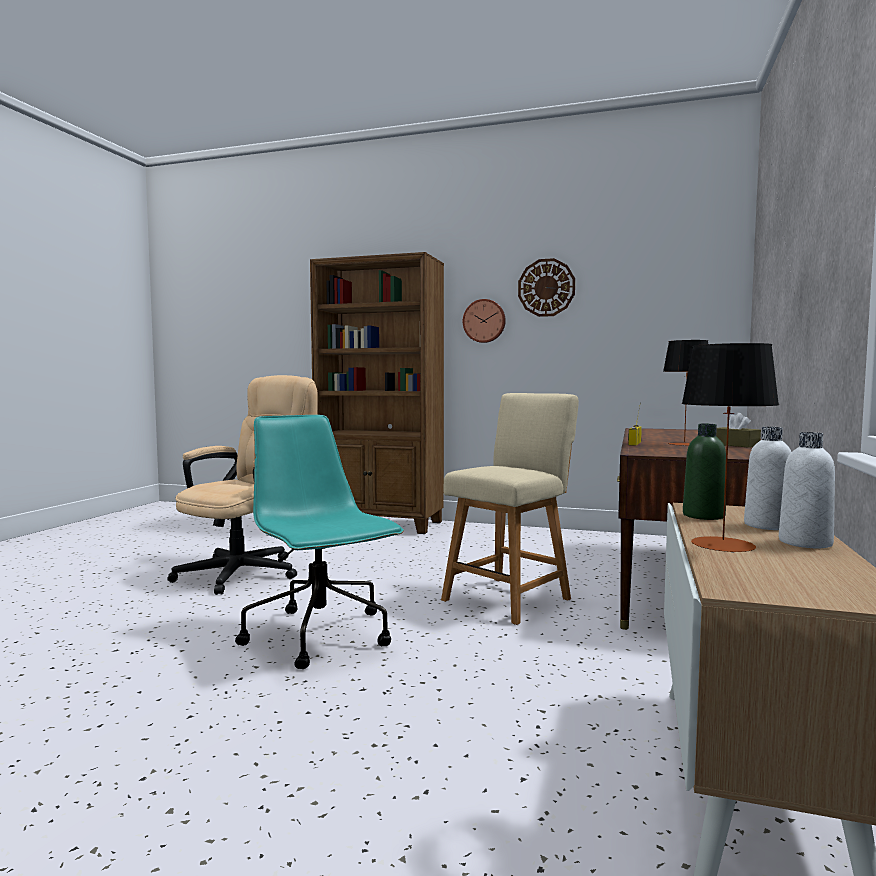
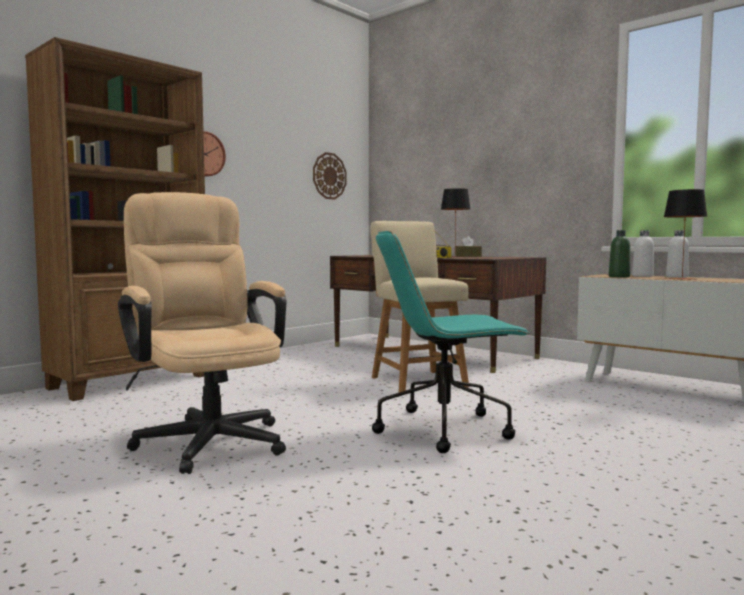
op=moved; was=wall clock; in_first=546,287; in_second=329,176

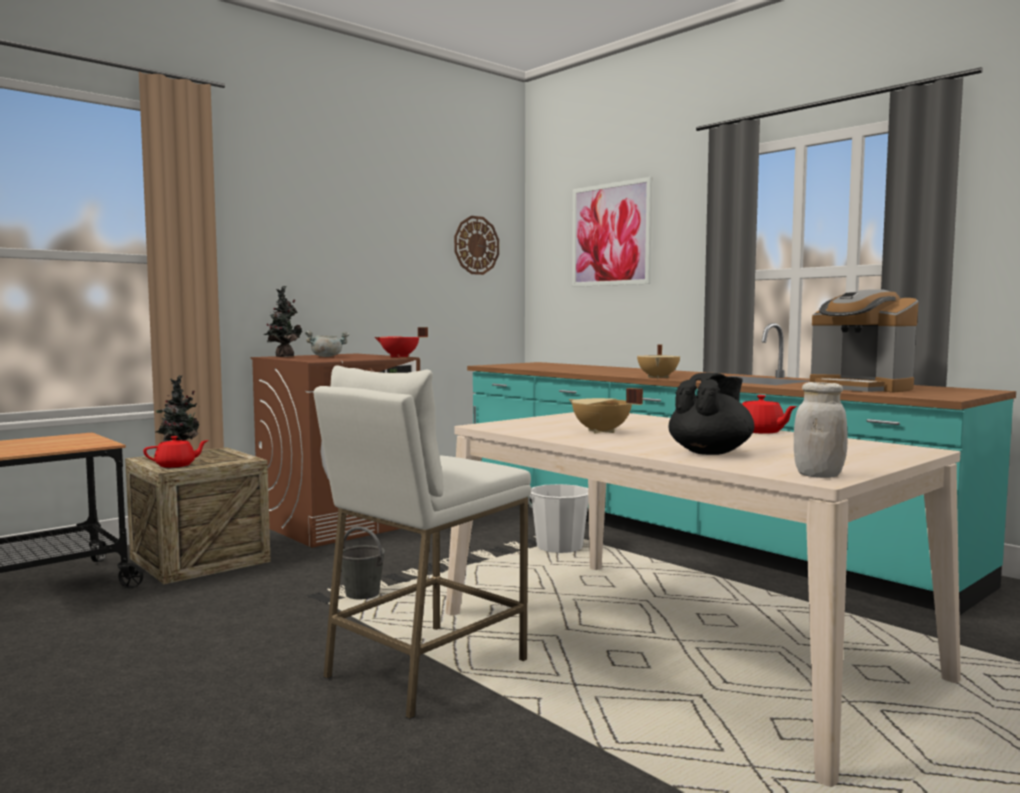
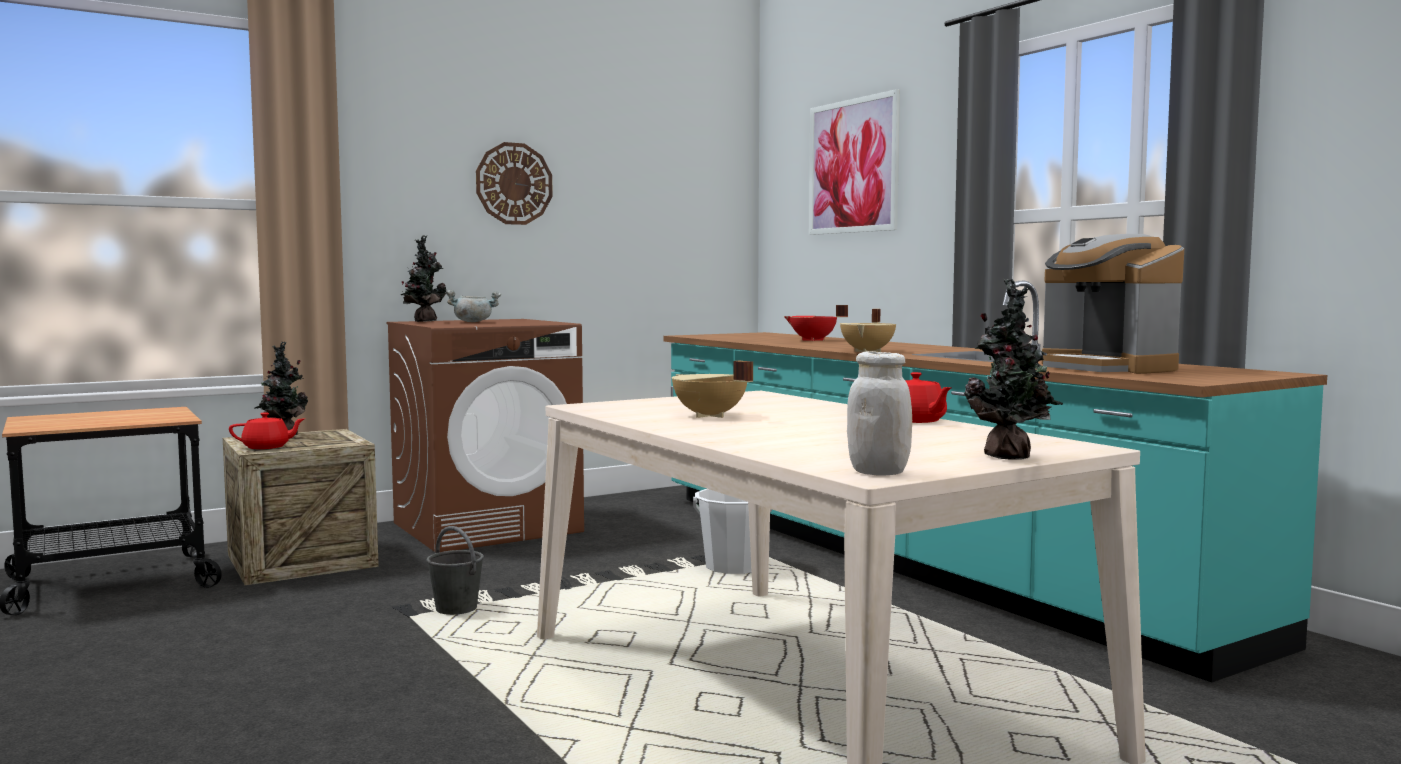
op=removed; was=stool (white); in_first=425,669
op=removed; was=teapot (black); in_first=711,452
op=added; now=potted plant; in_second=1011,457
op=moved; was=cooking pot (red); in_first=399,357; in_second=813,340
op=moved; was=wall clock; in_first=476,245; in_second=514,183

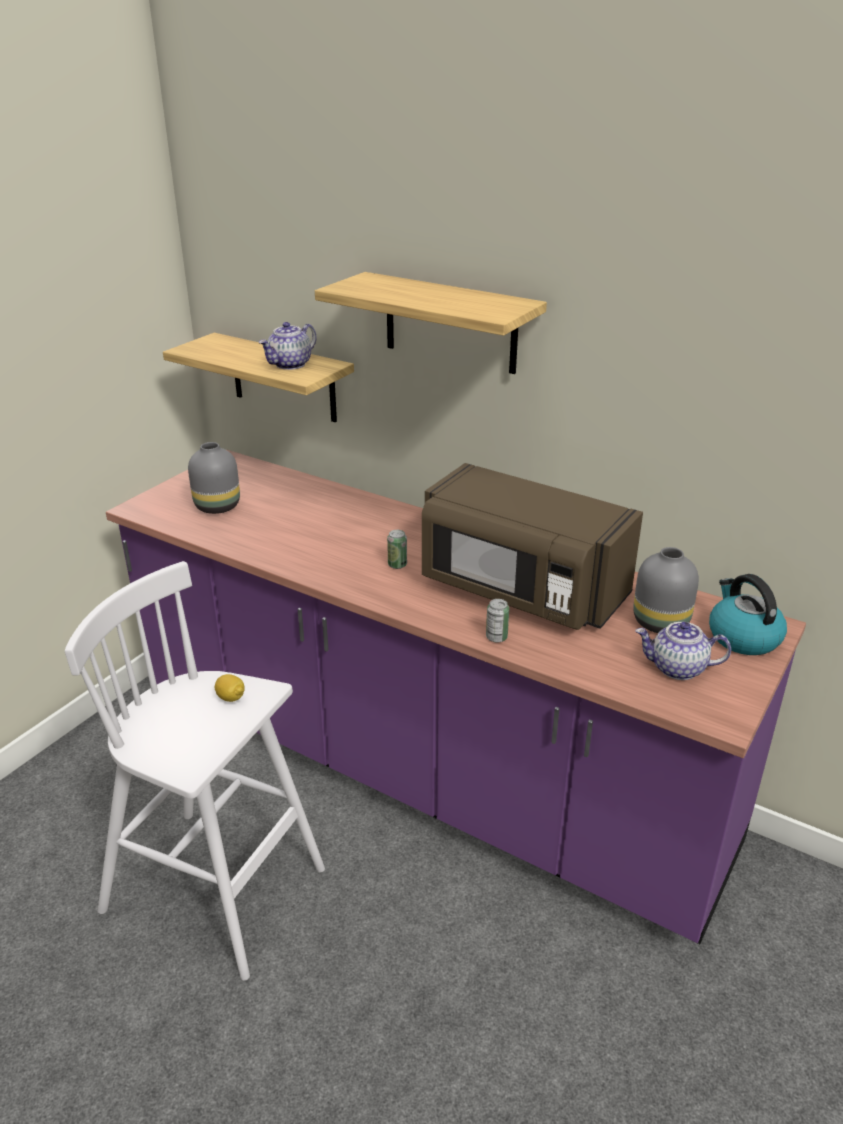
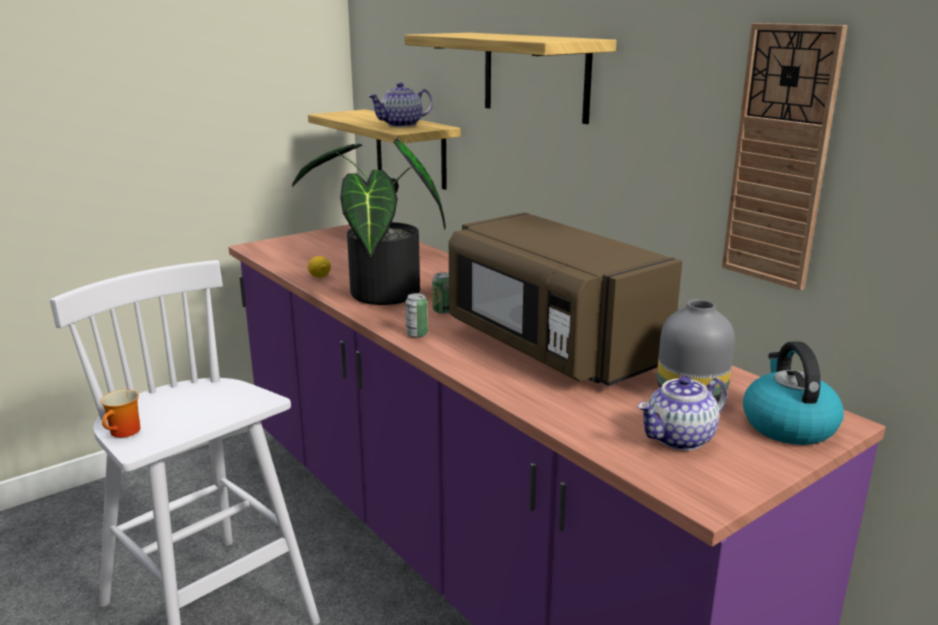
op=removed; was=vase (grey); in_first=218,506
op=added; now=mug; in_second=125,432
op=added; now=potted plant; in_second=379,296
op=added; now=wall clock; in_second=780,157
op=moved; was=lemon; in_first=231,697; in_second=319,276
op=moved; was=can; in_first=496,637; in_second=417,334
op=turned; was=teapot; in_first=677,668; in_second=679,439; clockwise=-60

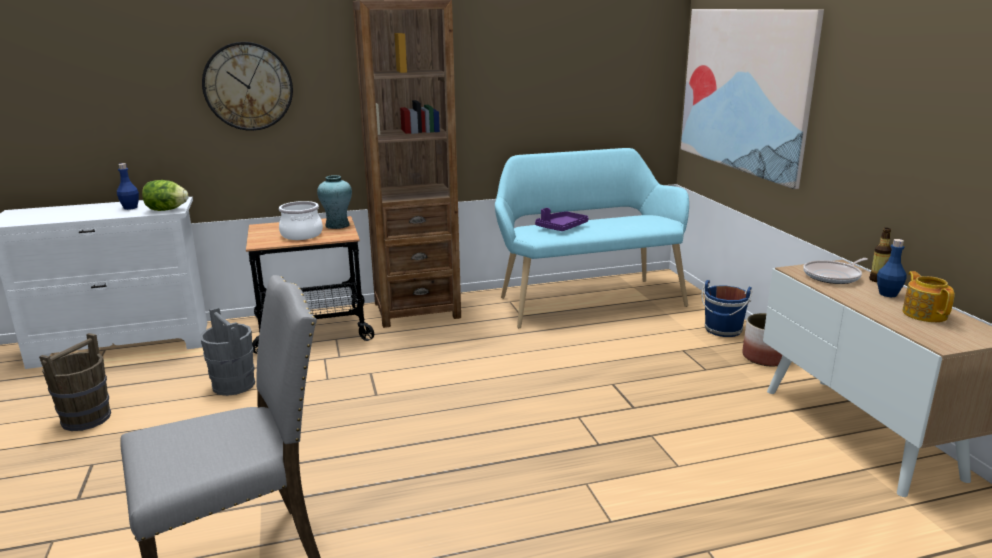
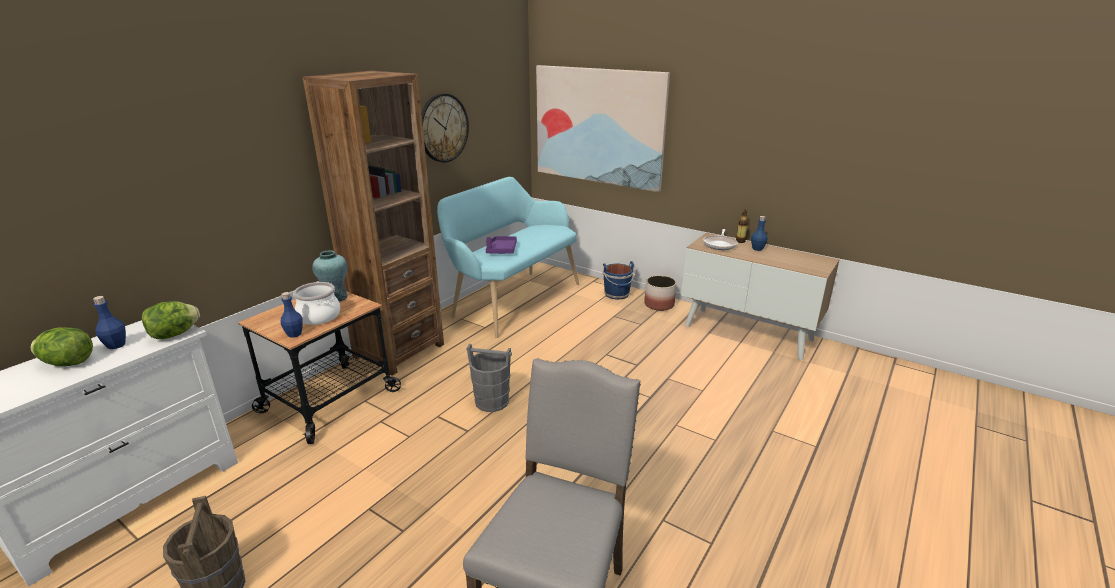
op=removed; was=teapot; in_first=924,314
op=added; now=lettuce; in_second=68,363
op=added; now=bottle (blue); in_second=294,334
op=moved; was=bucket (grey); in_first=233,385; in_second=491,401
op=moved; was=wall clock; in_first=248,86; in_second=443,128

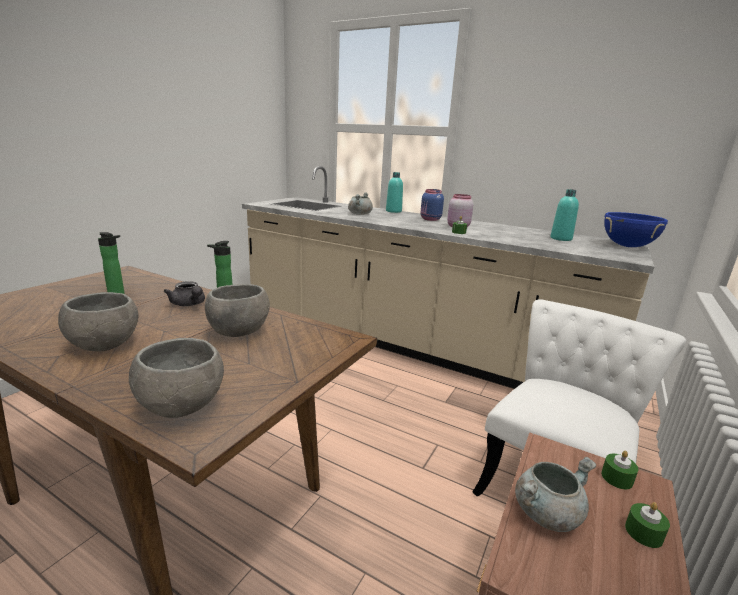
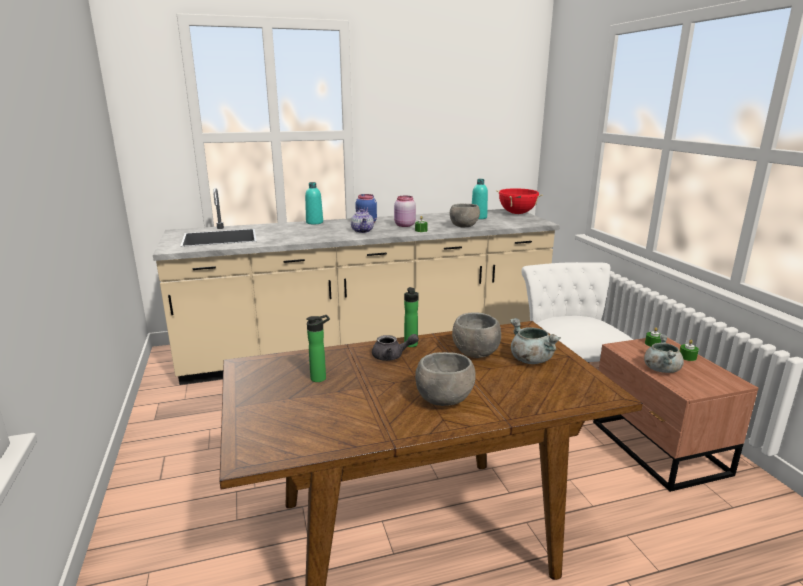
op=added; now=teapot; in_second=362,231
op=moved; was=bowl (grey); in_first=181,406; in_second=463,226
op=moved; was=cooking pot (grey); in_first=359,214; in_second=530,359
op=recoloured; was=cooking pot (blue); now=cooking pot (red); in_first=627,246; in_second=517,213

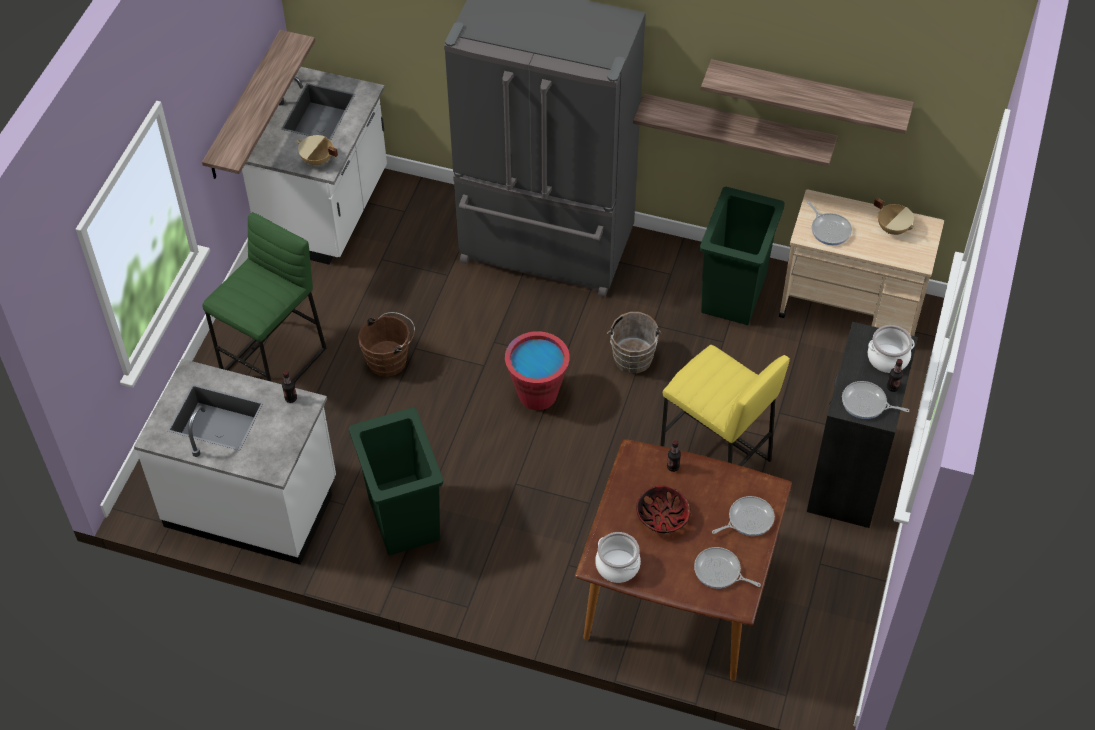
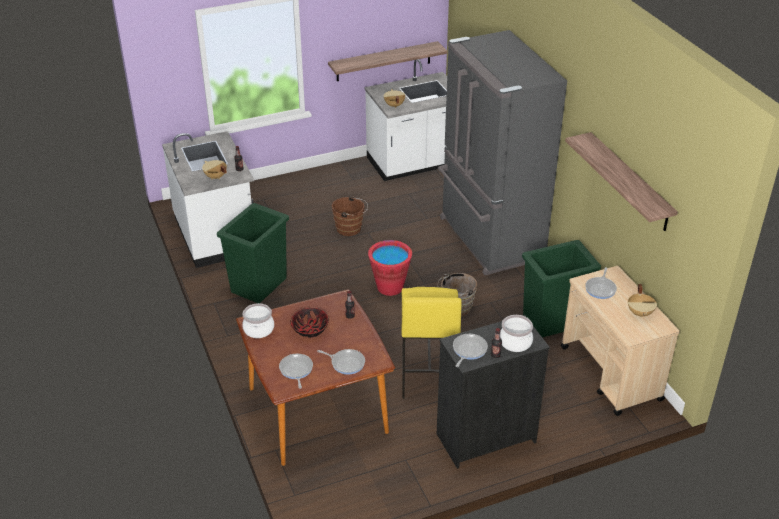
op=removed; was=stool (green); in_first=274,362
op=removed; was=shelf; in_first=738,127
op=added; now=cooking pot (beige); in_second=215,177
op=turned; was=frying pan; in_first=866,403; in_second=468,350; clockwise=45

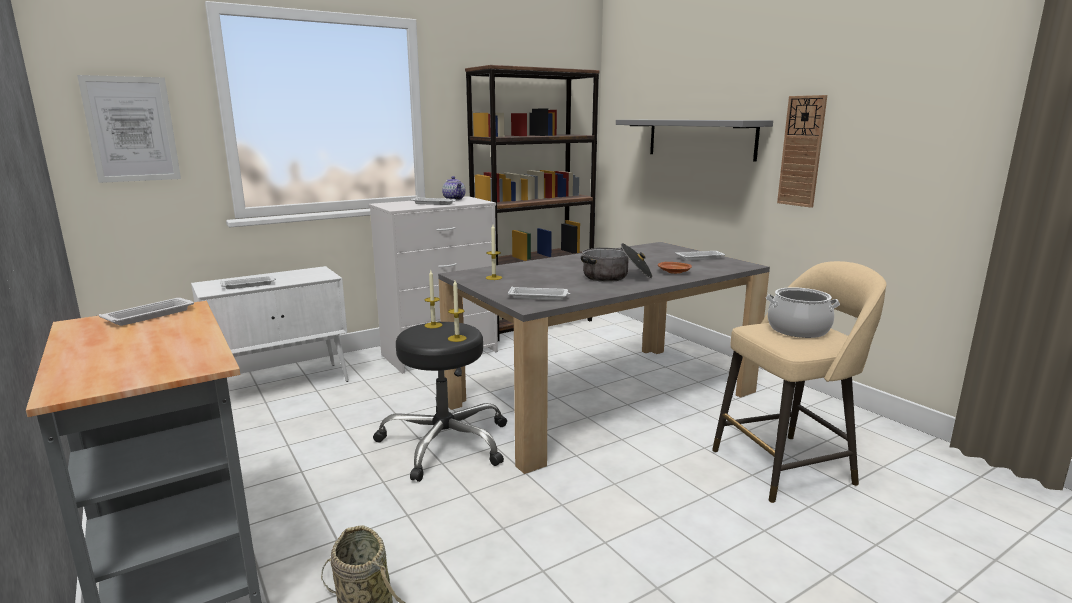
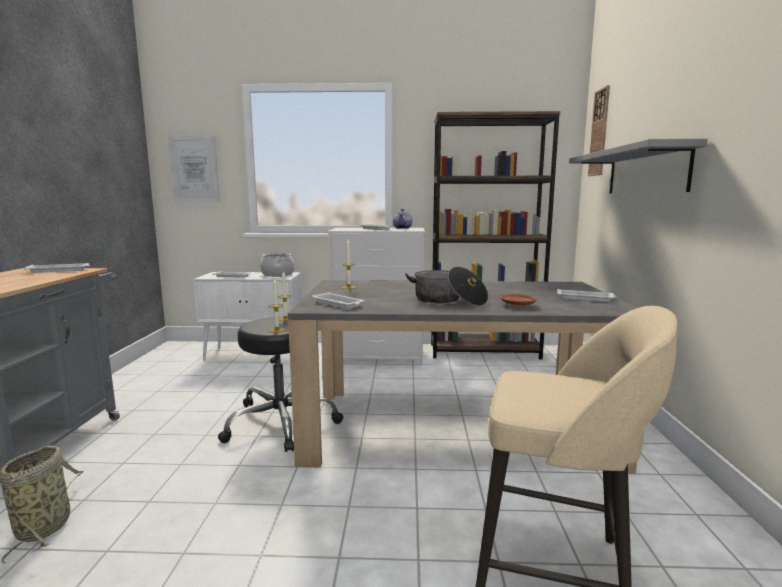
op=moved; was=cooking pot; in_first=798,330; in_second=277,274
op=moved; was=wall clock; in_first=802,151; in_second=599,133

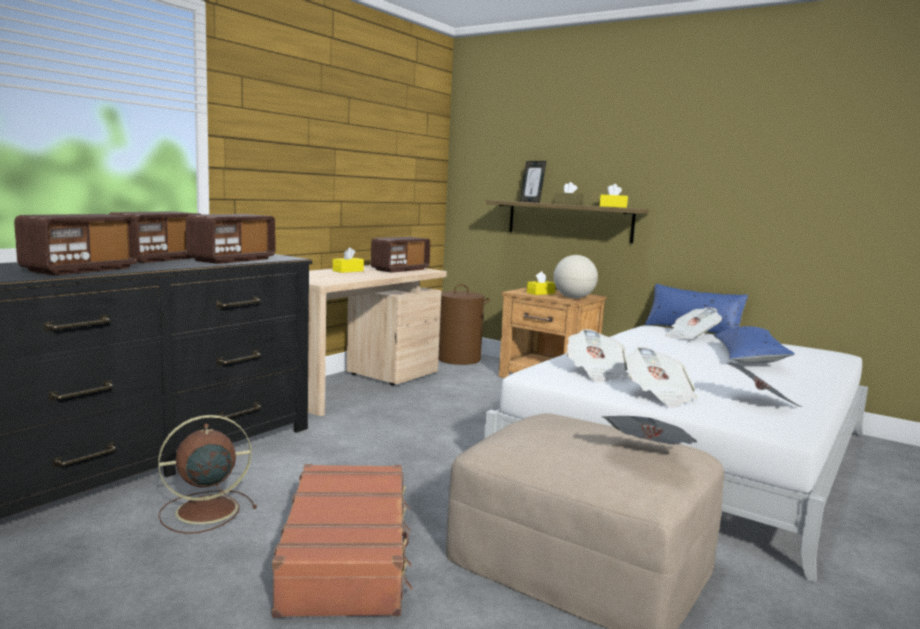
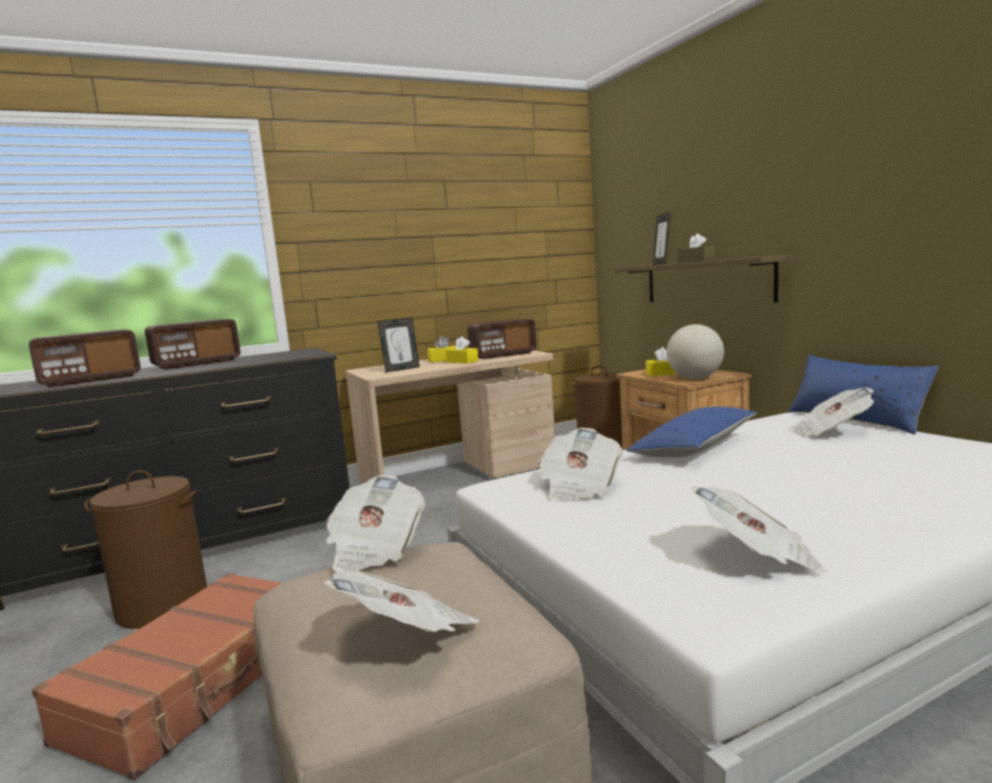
op=removed; was=radio; in_first=232,260
op=added; now=picture frame; in_second=401,369
op=moved; was=tissue box (yellow); in_first=613,207; in_second=462,361
op=moved; was=newspaper; in_first=659,396; in_second=374,549
op=moved; was=pillow (blue); in_first=749,357; in_second=694,448
op=replaced; was=fan (brown); now=laundry basket (brown); in_first=204,511; in_second=162,606

